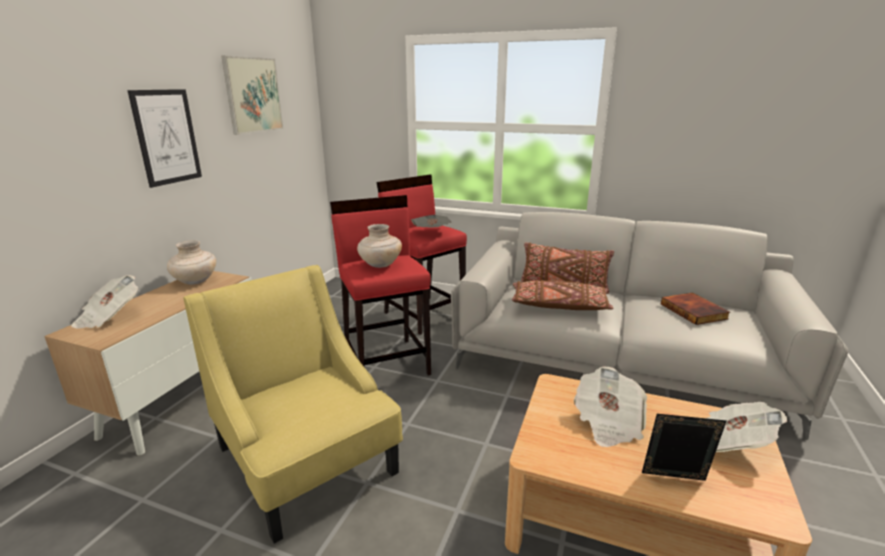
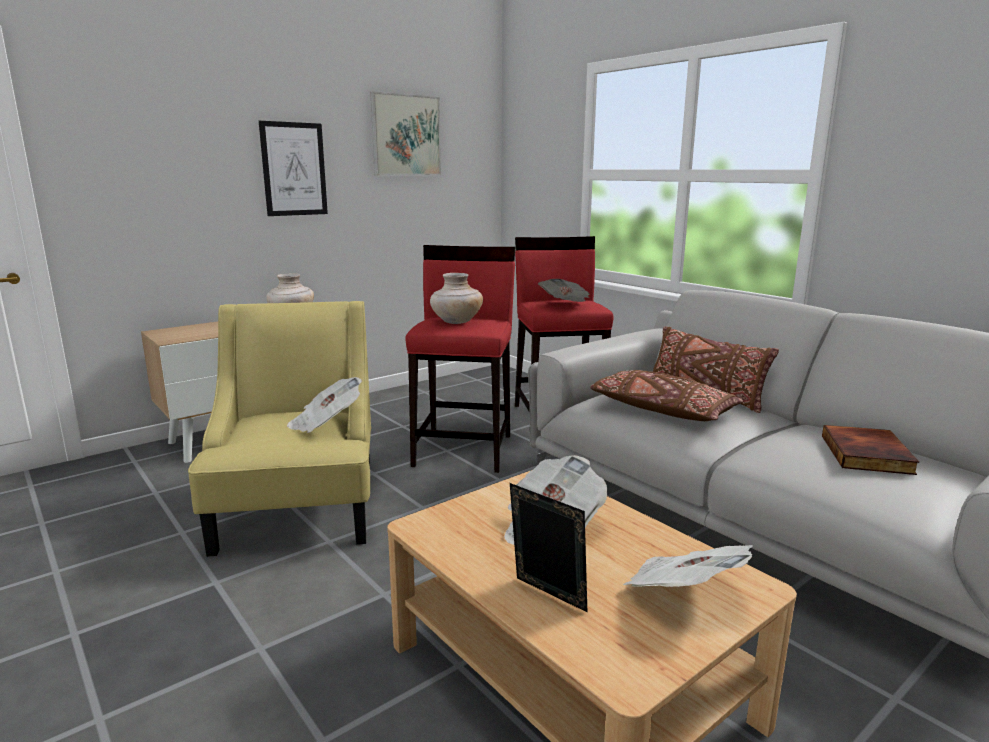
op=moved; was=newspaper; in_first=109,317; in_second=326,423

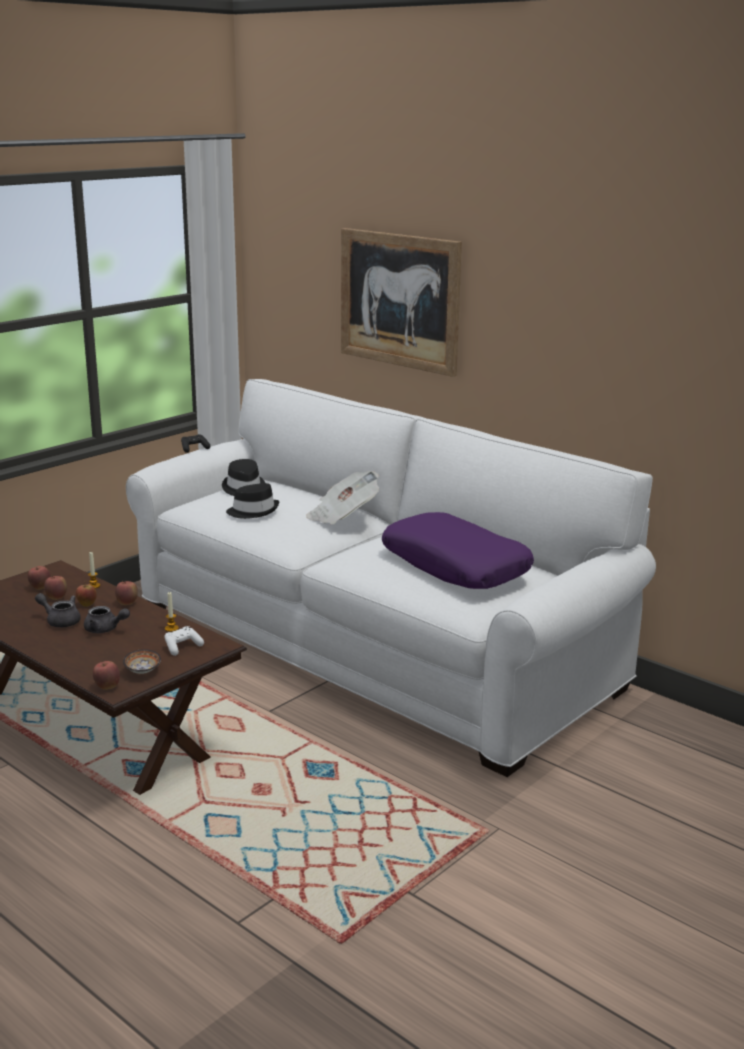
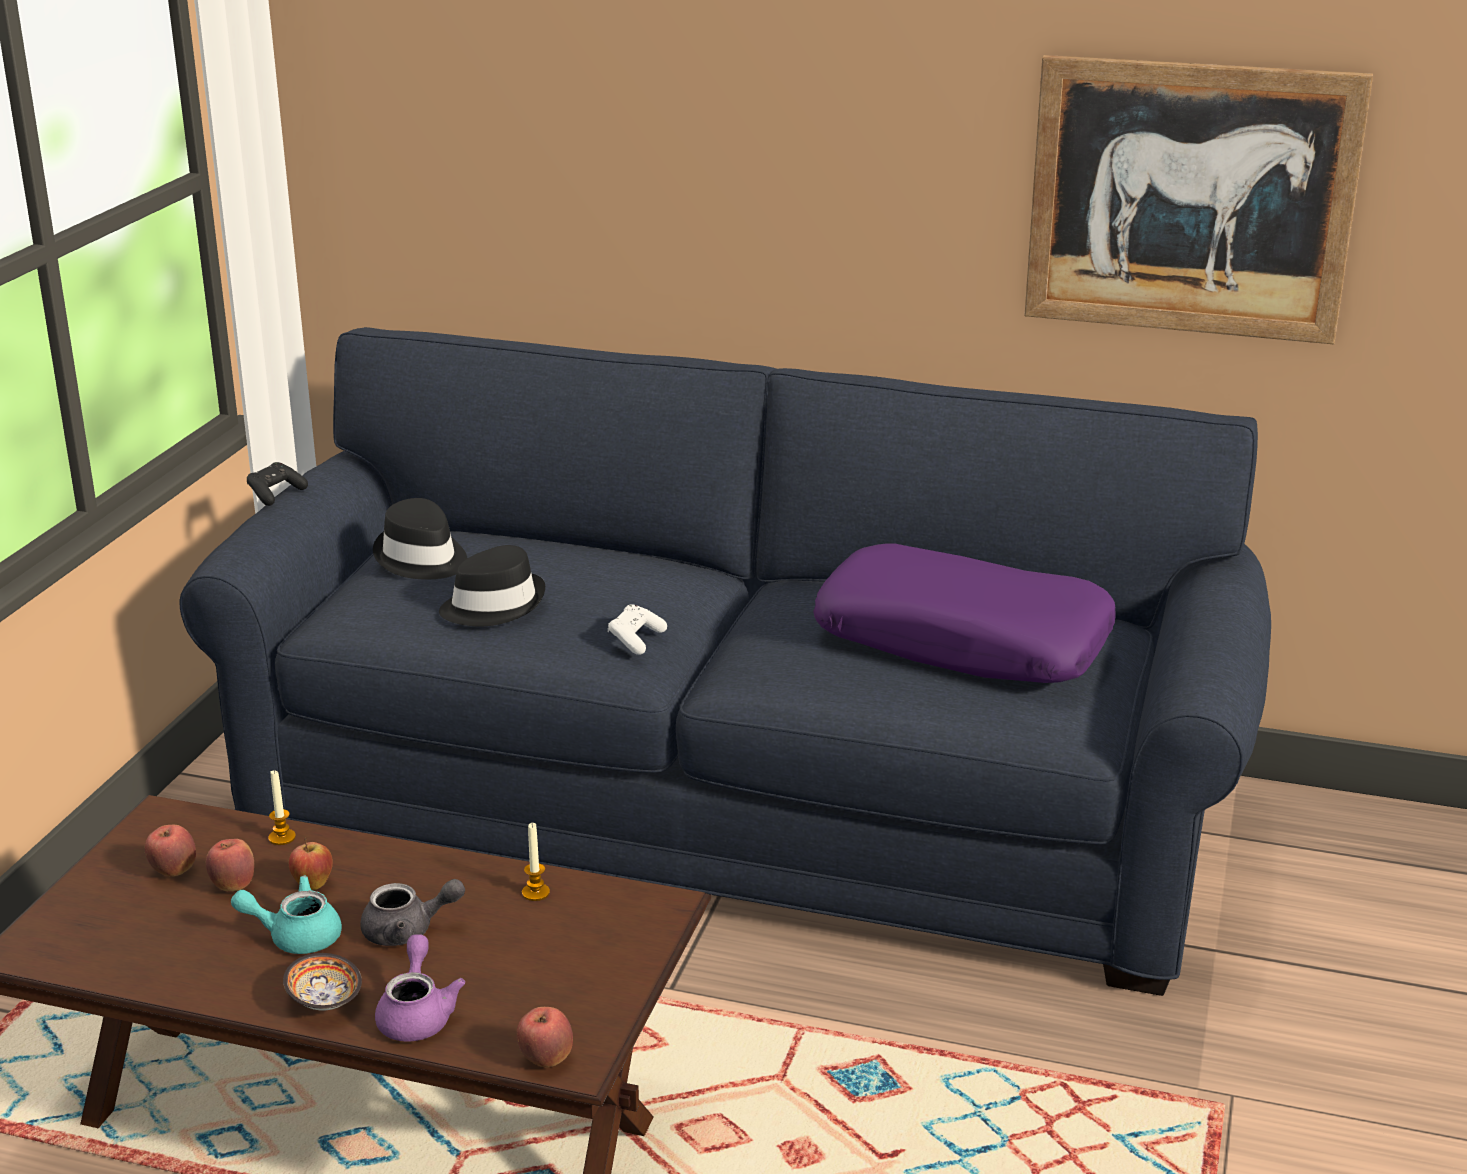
op=removed; was=apple; in_first=127,603
op=removed; was=newspaper; in_first=343,516
op=added; now=teapot (purple); in_second=417,1014
op=moved; was=bowl; in_first=142,671; in_second=324,1000
op=moved; was=game controller (white); in_first=182,647; in_second=636,640
op=moved; was=picture; in_first=399,300; in_second=1190,199
op=recoloured; was=teapot (grey); now=teapot (turquoise); in_first=60,621; in_second=295,936
op=recoloured; was=sofa (white); now=sofa (blue); in_first=371,647; in_second=734,809

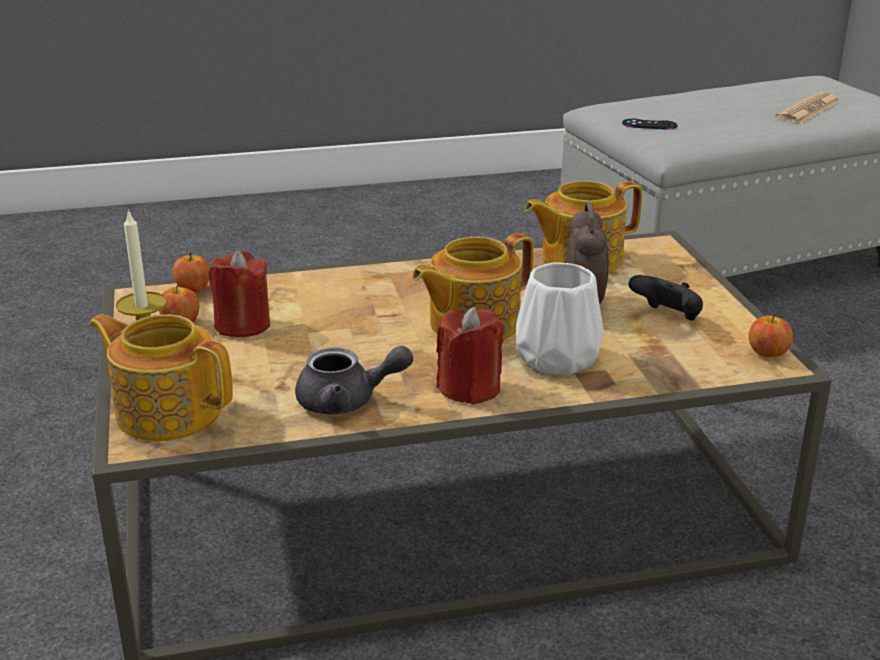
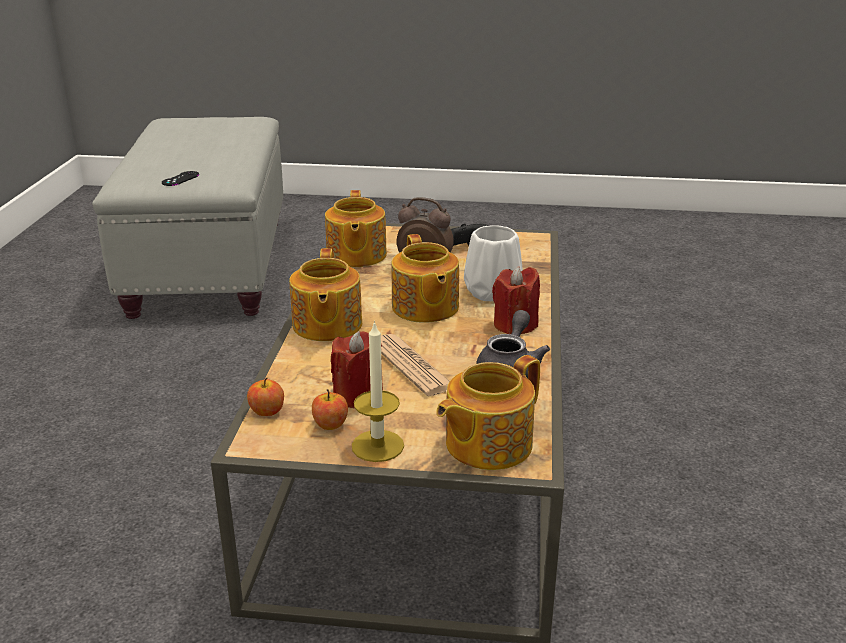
op=removed; was=apple; in_first=767,353
op=added; now=teapot; in_second=326,325
op=moved; was=newspaper; in_first=808,110; in_second=411,366

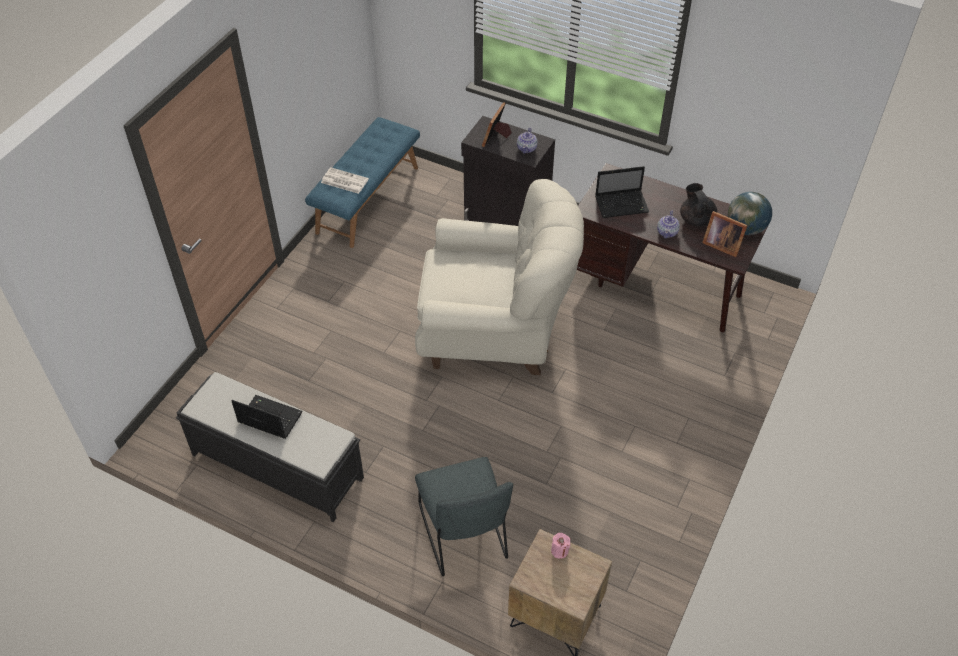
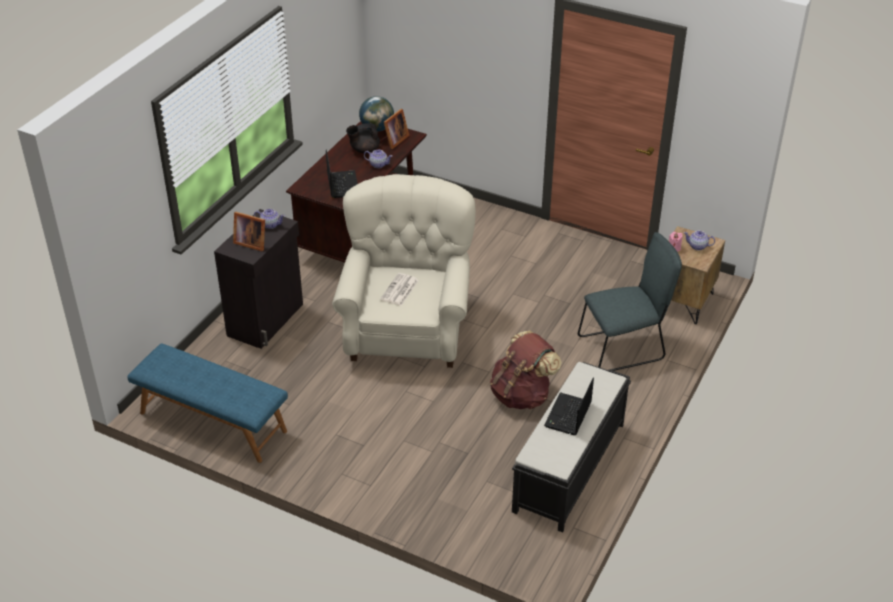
op=added; now=backpack (brown); in_second=522,395
op=added; now=teapot; in_second=698,246
op=moved; was=newspaper; in_first=344,181; in_second=399,290

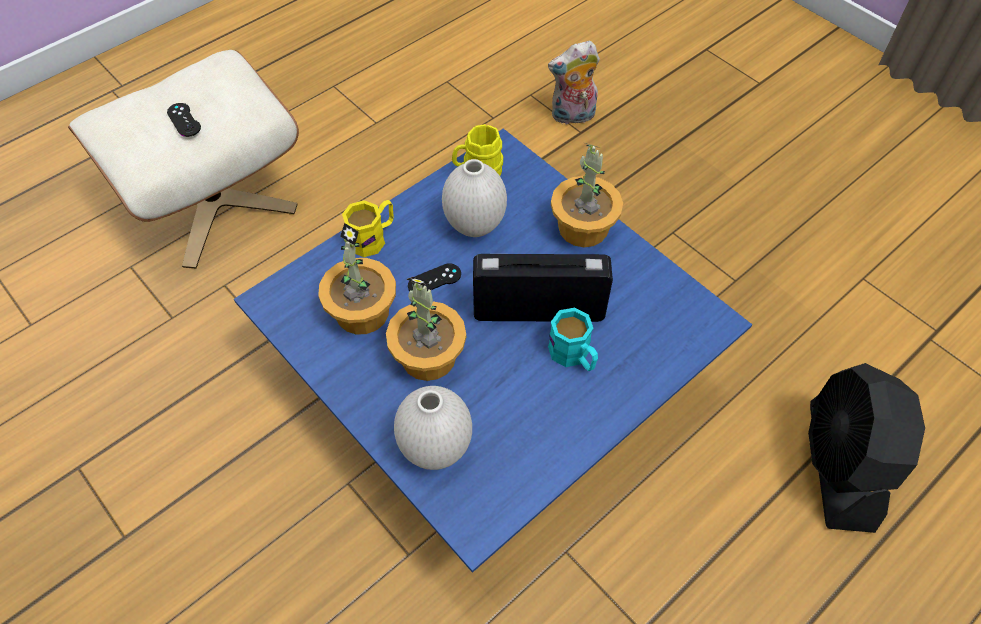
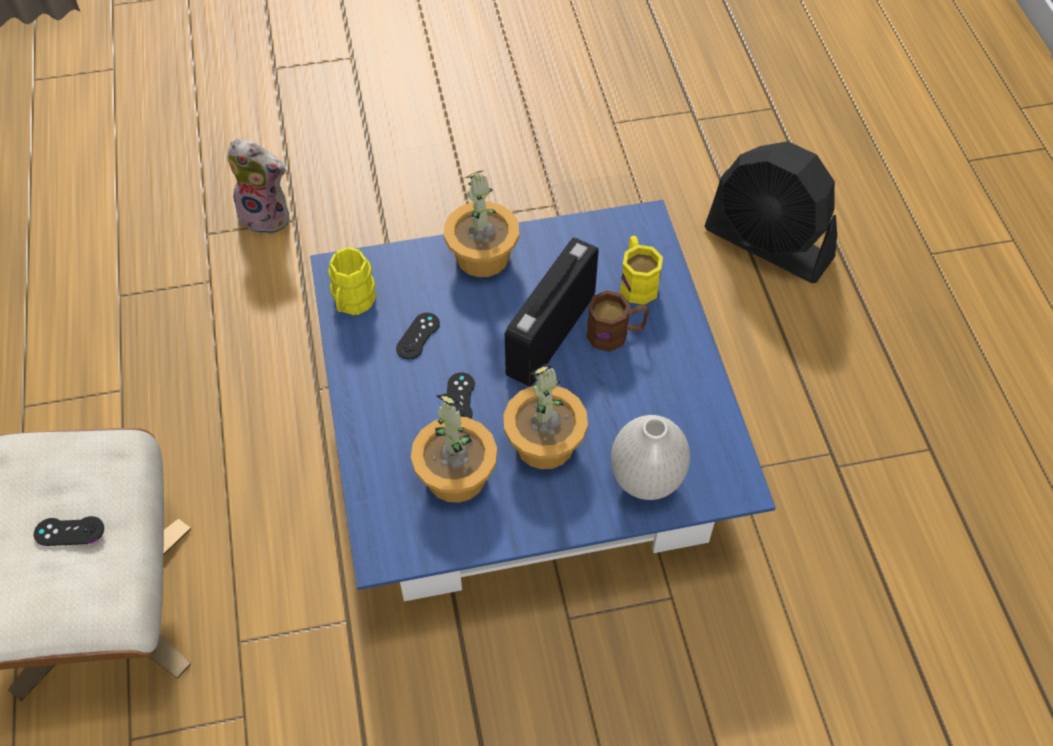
op=moved; was=mug (yellow); in_first=373,238; in_second=637,281
op=replaced; was=vase (white); now=game controller (black); in_first=475,225; in_second=418,336
op=recoloured; was=mug (turquoise); now=mug (brown); in_first=574,356; in_second=616,334
op=turned; was=plush toy; in_first=572,116; in_second=268,216; clockwise=-90

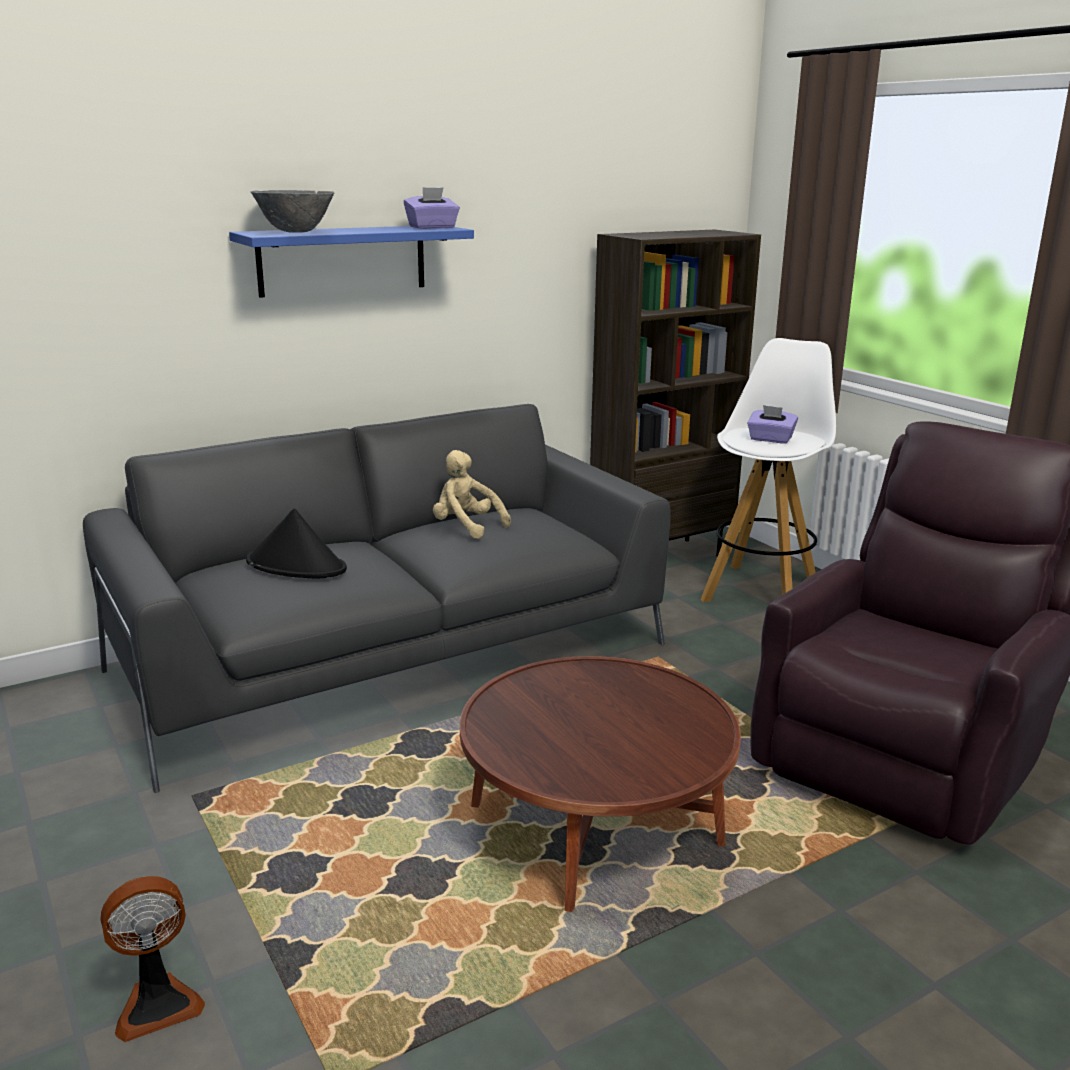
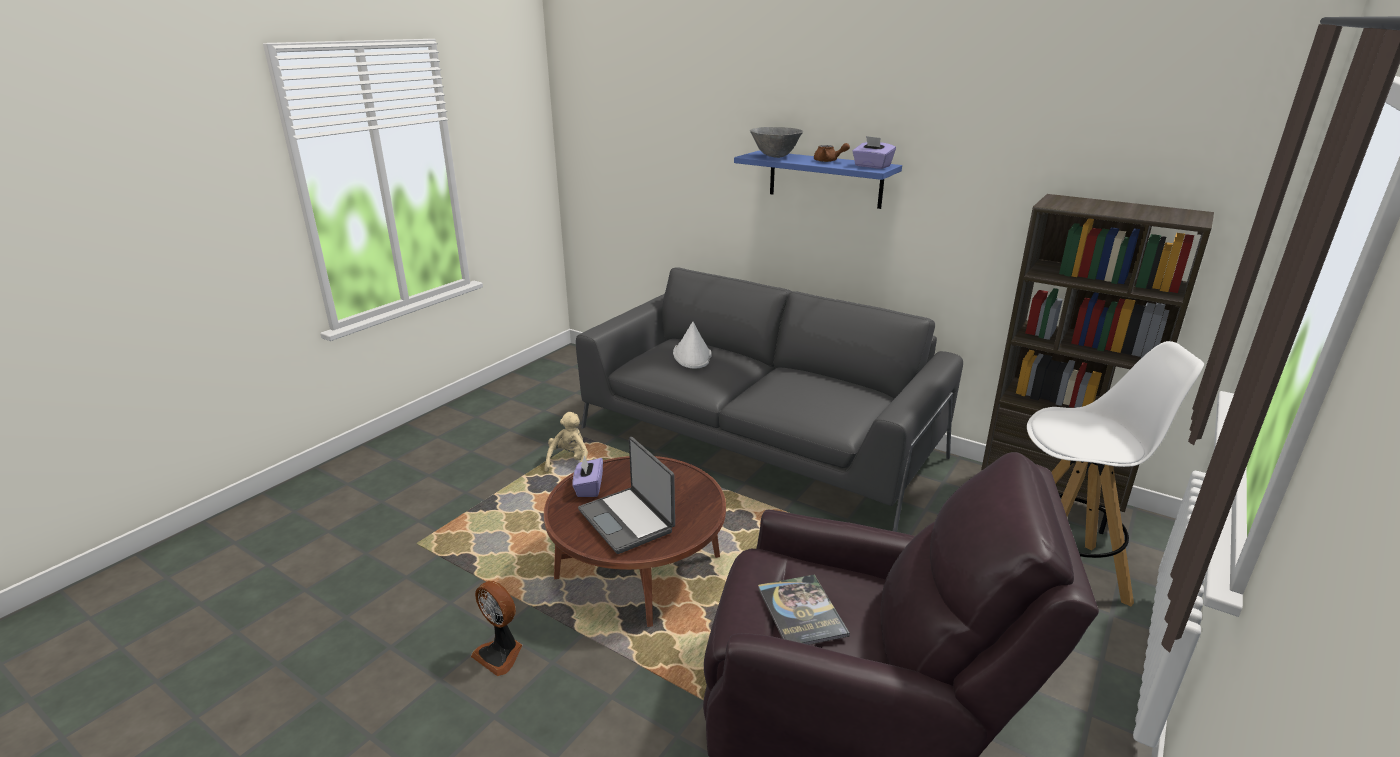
op=added; now=laptop; in_second=627,520
op=added; now=book; in_second=801,611
op=added; now=teapot (brown); in_second=828,161
op=moved; was=fan; in_first=157,1004; in_second=500,654
op=moved; was=plush toy (beige); in_first=466,527; in_second=569,462
op=moved; was=tissue box (purple); in_first=770,439; in_second=589,488
op=recoloured; was=hat (black); now=hat (white); in_first=297,565; in_second=692,355

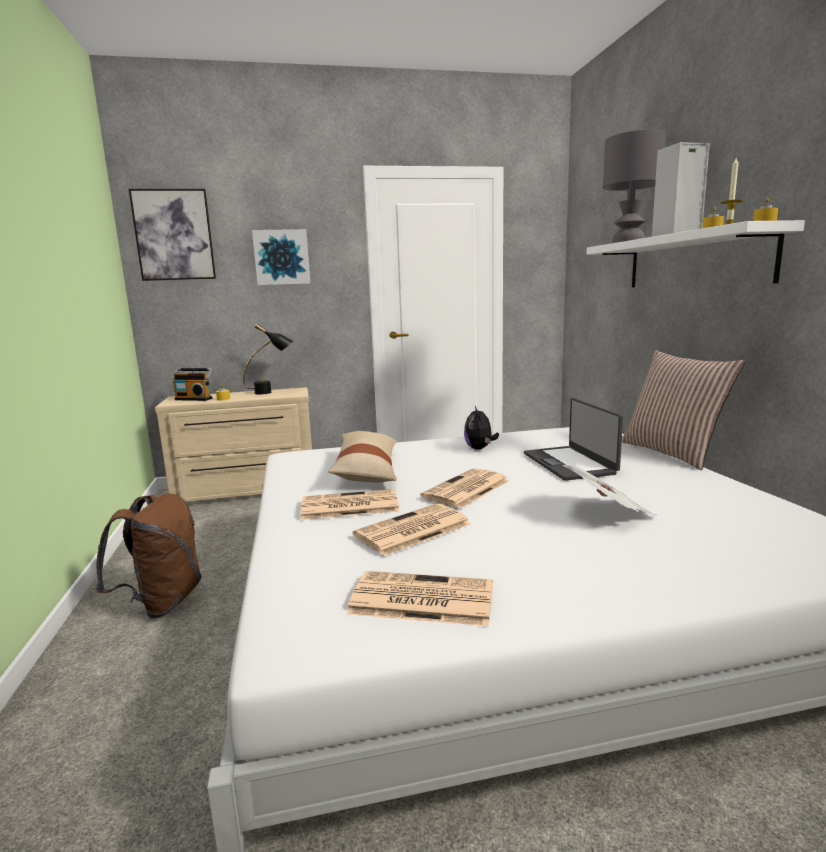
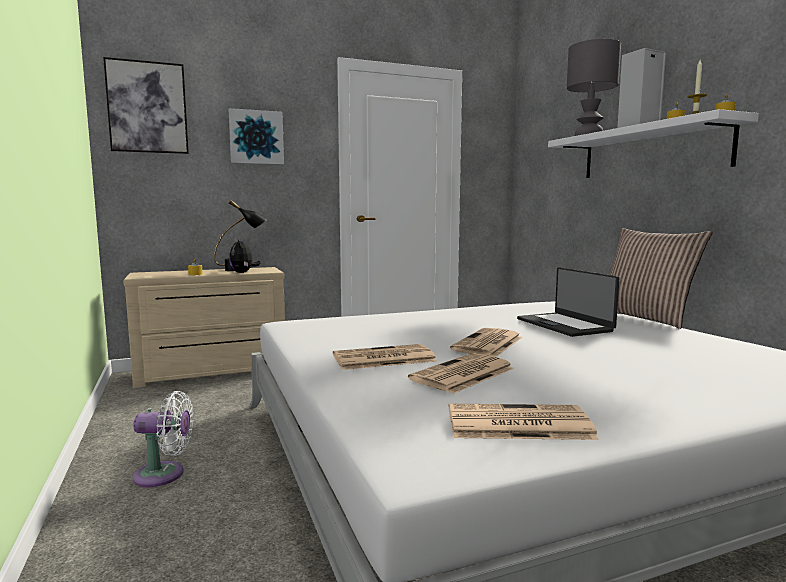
op=removed; was=radio; in_first=194,399
op=removed; was=pillow (beige); in_first=367,469
op=removed; was=newspaper; in_first=607,512
op=moved; was=plush toy; in_first=480,448; in_second=243,273
op=replaced; was=backpack (brown); now=fan (white); in_first=162,602; in_second=164,475

